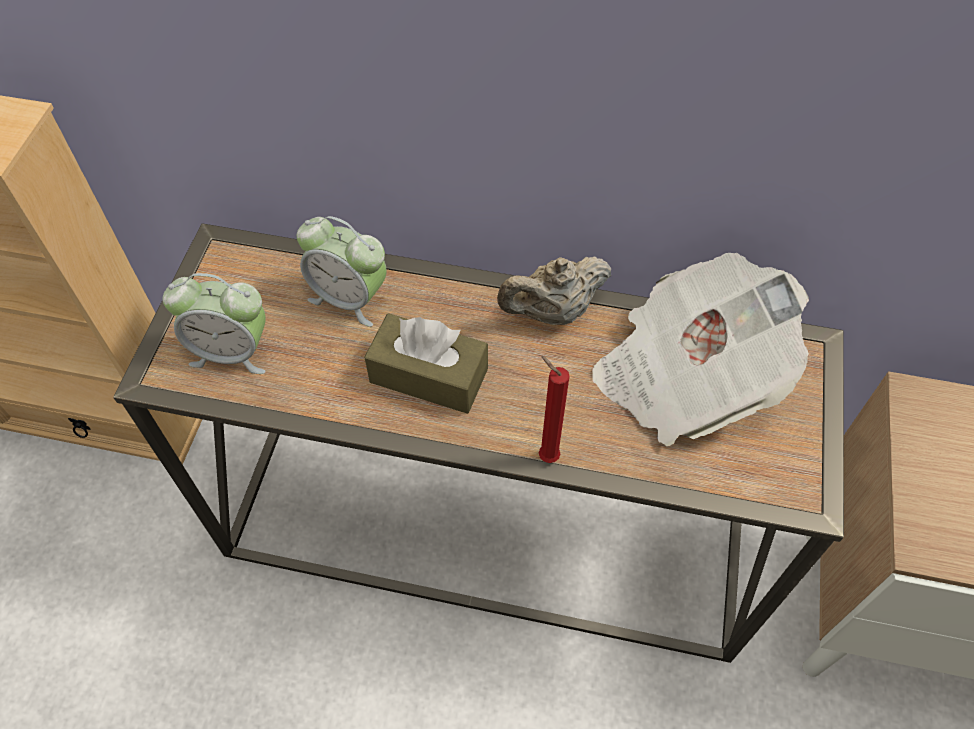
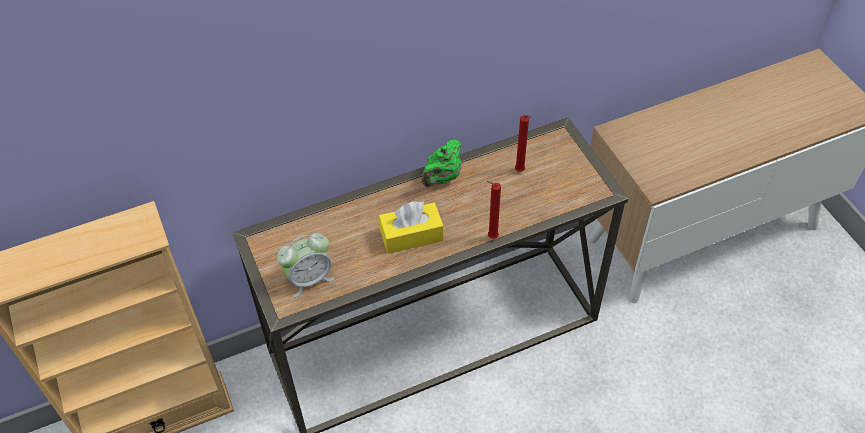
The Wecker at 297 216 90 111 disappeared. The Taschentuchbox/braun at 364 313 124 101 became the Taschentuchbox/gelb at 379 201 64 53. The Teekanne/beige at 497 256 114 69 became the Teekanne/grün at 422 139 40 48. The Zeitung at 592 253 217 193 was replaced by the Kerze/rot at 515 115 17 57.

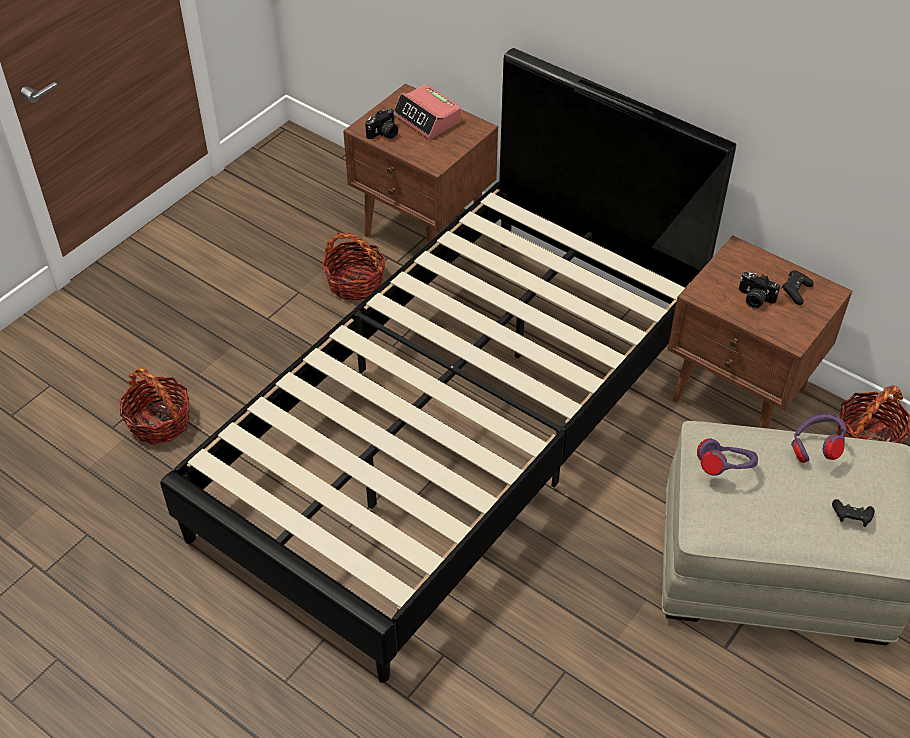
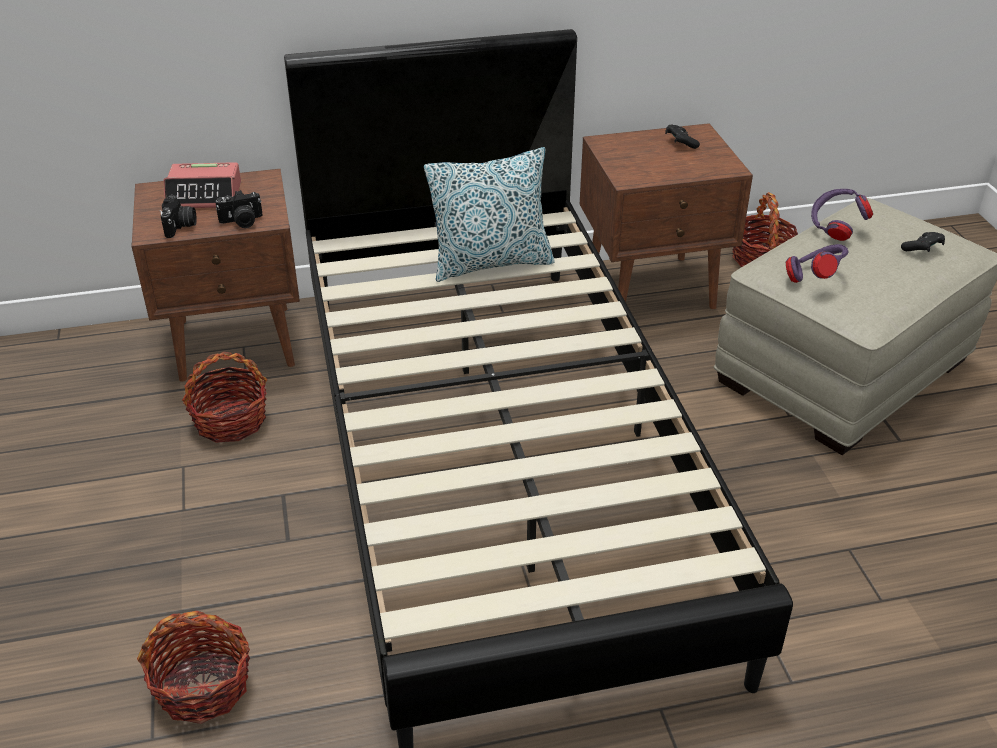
The Kamera moved from 739 272 41 37 to 215 190 48 38. The Kissen at 424 147 131 135 appeared.

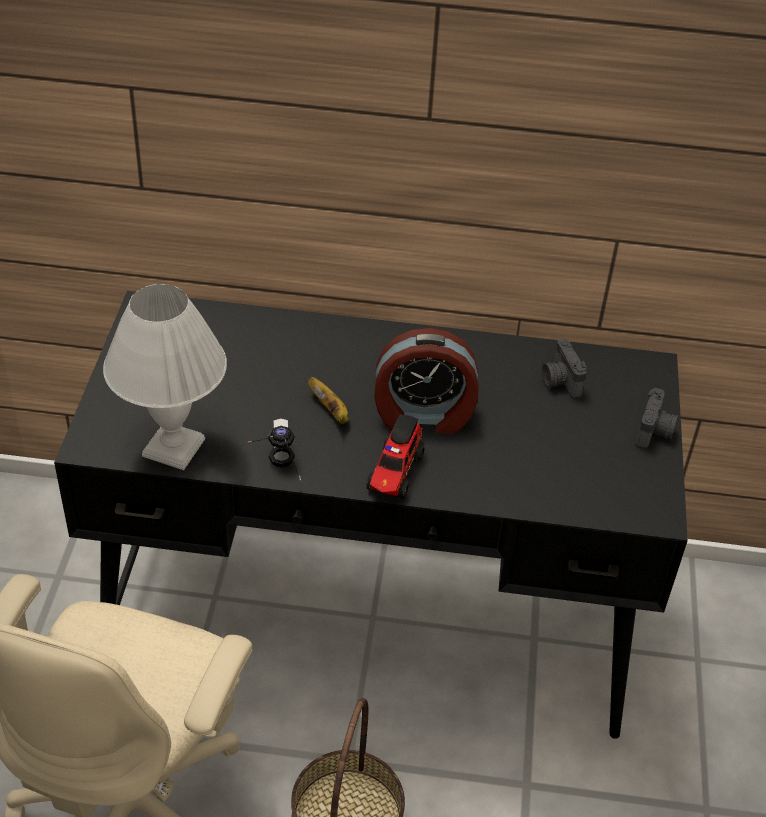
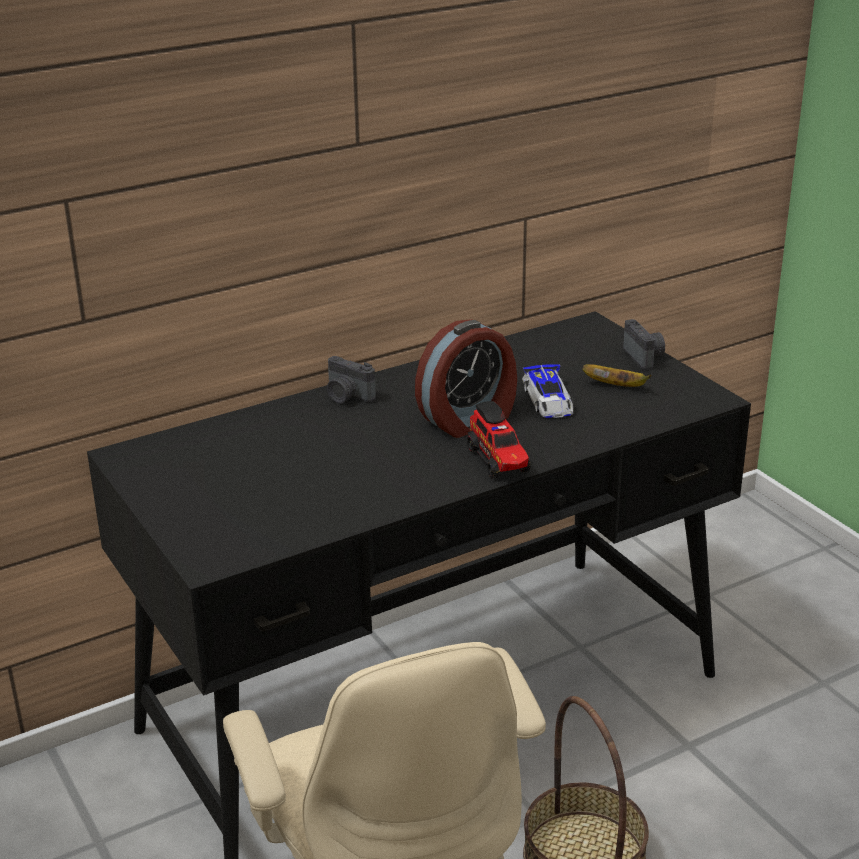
The Tischlampe/weiß at 103 284 124 186 disappeared. The Kopfhörer at 248 418 53 64 disappeared. The Banane moved from 308 377 41 47 to 582 364 70 23. The Kamera moved from 542 339 45 59 to 327 356 49 48. The Spielzeugauto at 522 364 52 54 appeared.

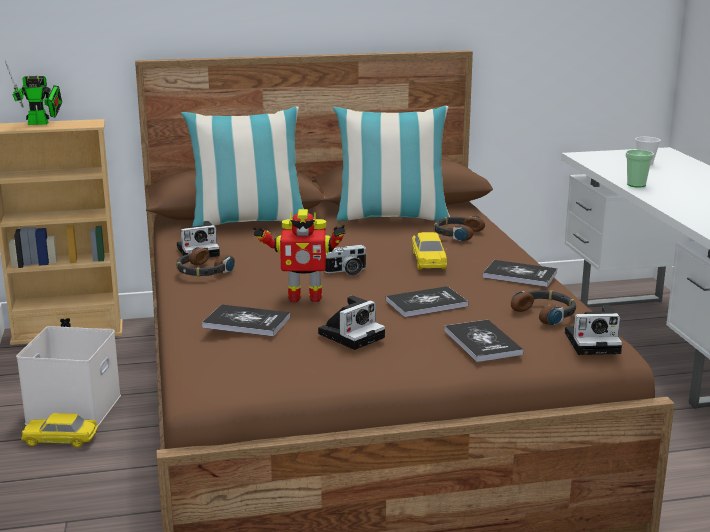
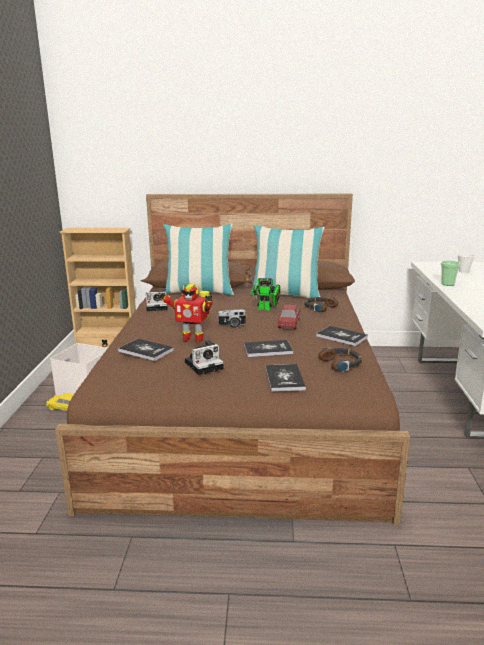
The Spielzeugroboter moved from 5 61 57 64 to 249 269 31 41. The Kopfhörer at 176 247 59 30 disappeared. The Spielzeugauto/gelb at 412 232 35 38 became the Spielzeugauto/rot at 278 305 22 24. The Kamera at 565 305 57 50 disappeared.

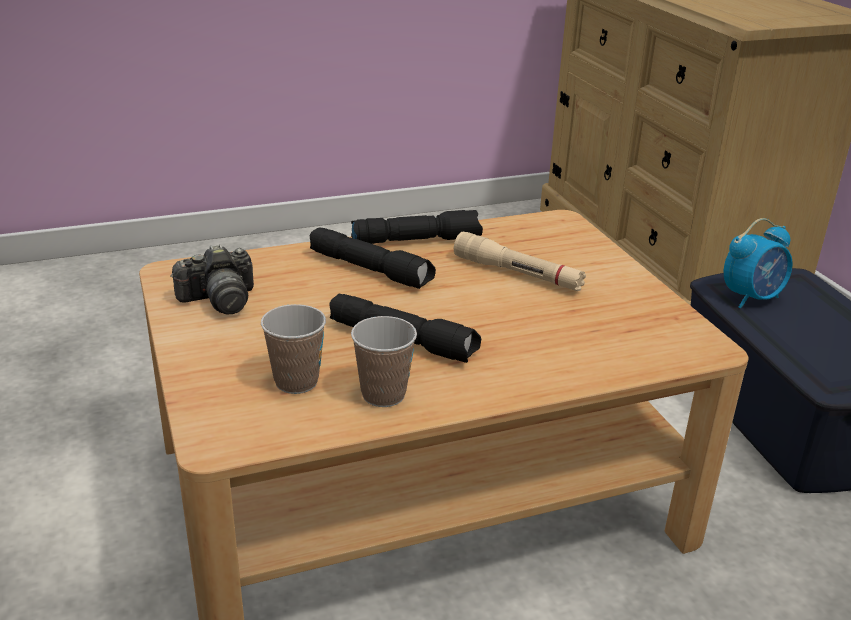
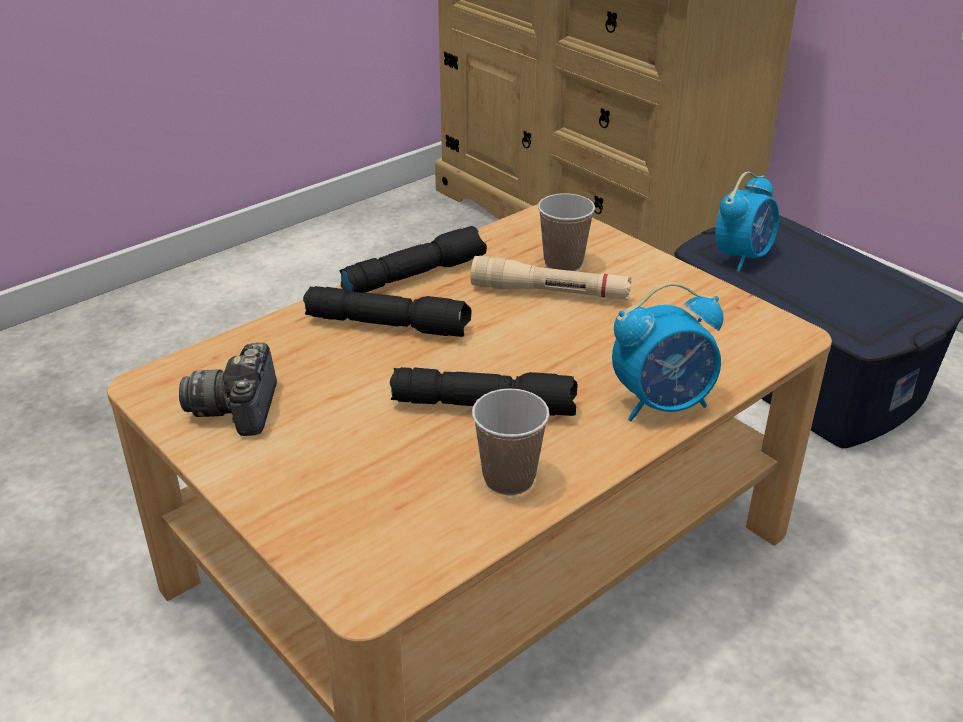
The Kamera at 170 244 84 71 turned 135 degrees clockwise. The Tasse moved from 261 304 65 90 to 538 193 57 78. The Wecker at 612 282 111 139 appeared.

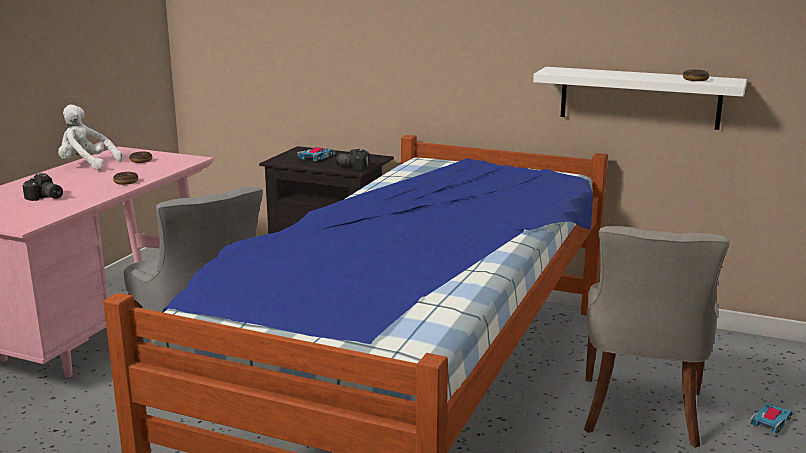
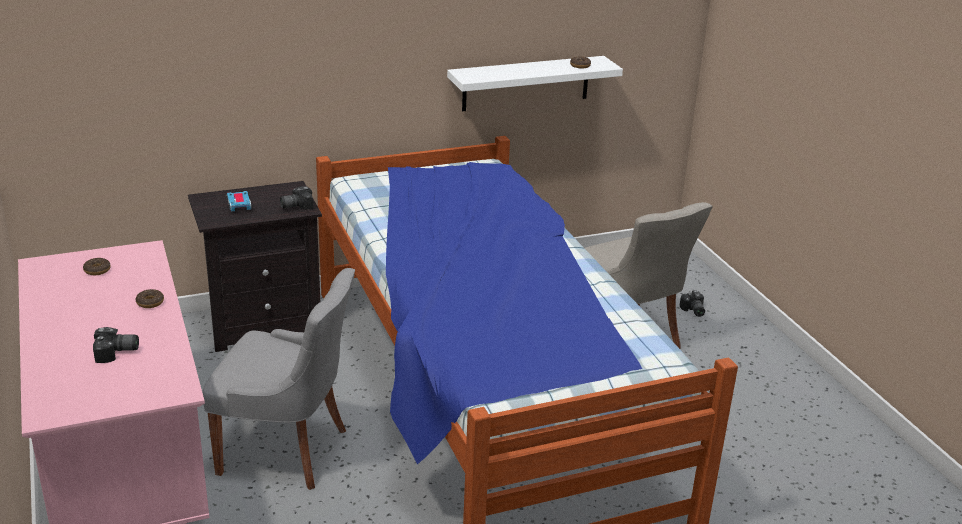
The Plüschtier/weiß at 58 105 64 65 disappeared. The Spielzeugauto at 750 403 43 30 was replaced by the Kamera at 679 290 26 27.

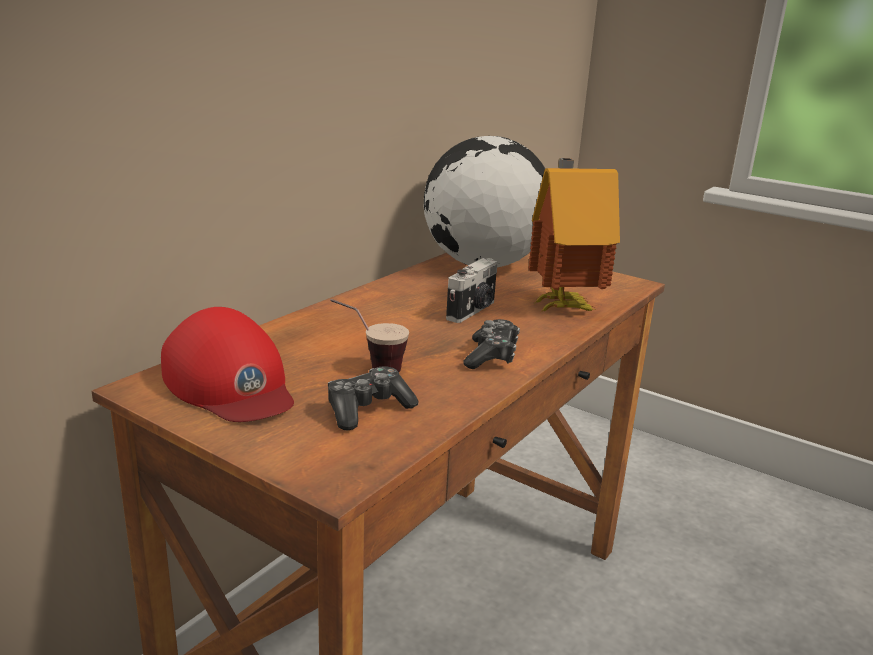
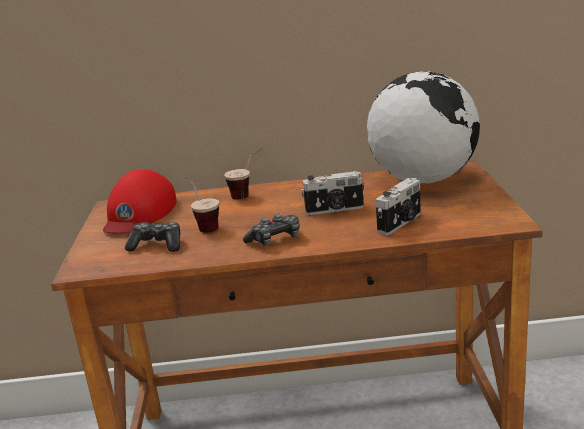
The Spielzeughaus at 528 158 92 155 was replaced by the Kamera at 376 178 45 57. The Tasse at 224 148 39 51 appeared.

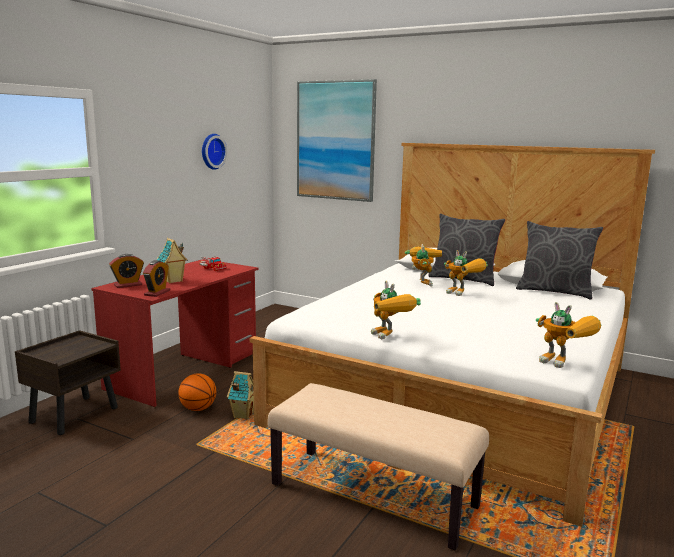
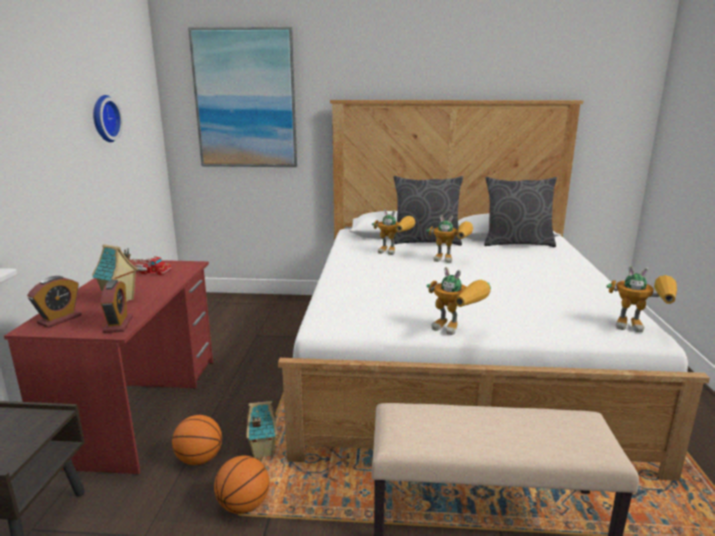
The Spielzeugroboter at 405 244 37 43 turned 135 degrees clockwise. The Basketball at 214 456 55 58 appeared.

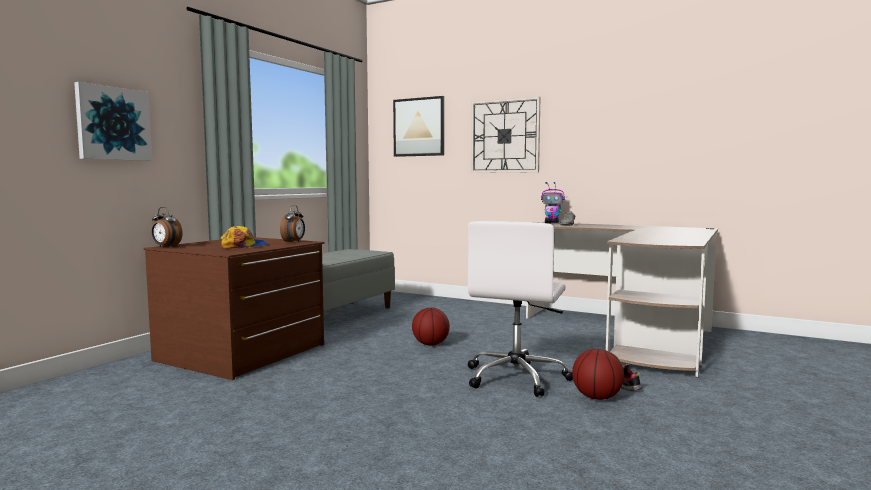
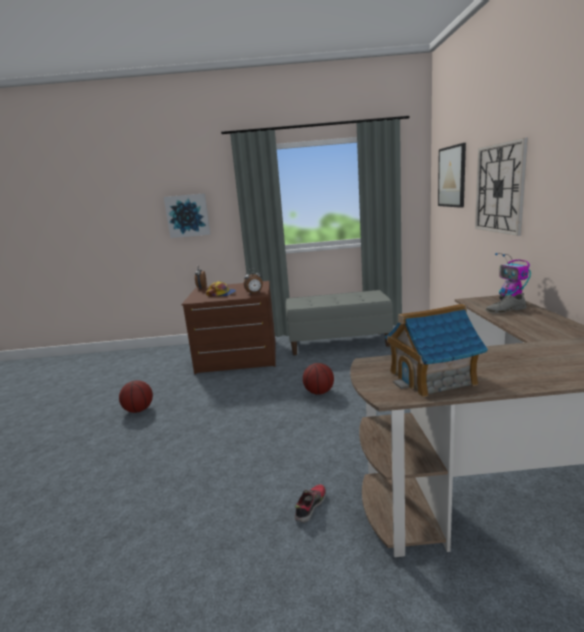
The Bürostuhl/weiß at 468 221 105 176 disappeared. The Basketball moved from 572 348 52 52 to 119 380 34 33. The Spielzeughaus at 385 304 103 94 appeared.

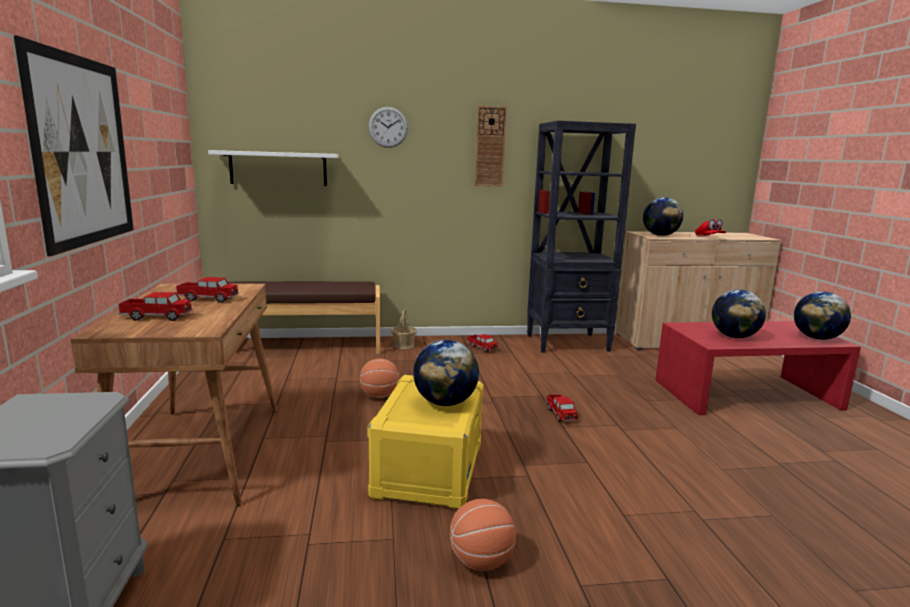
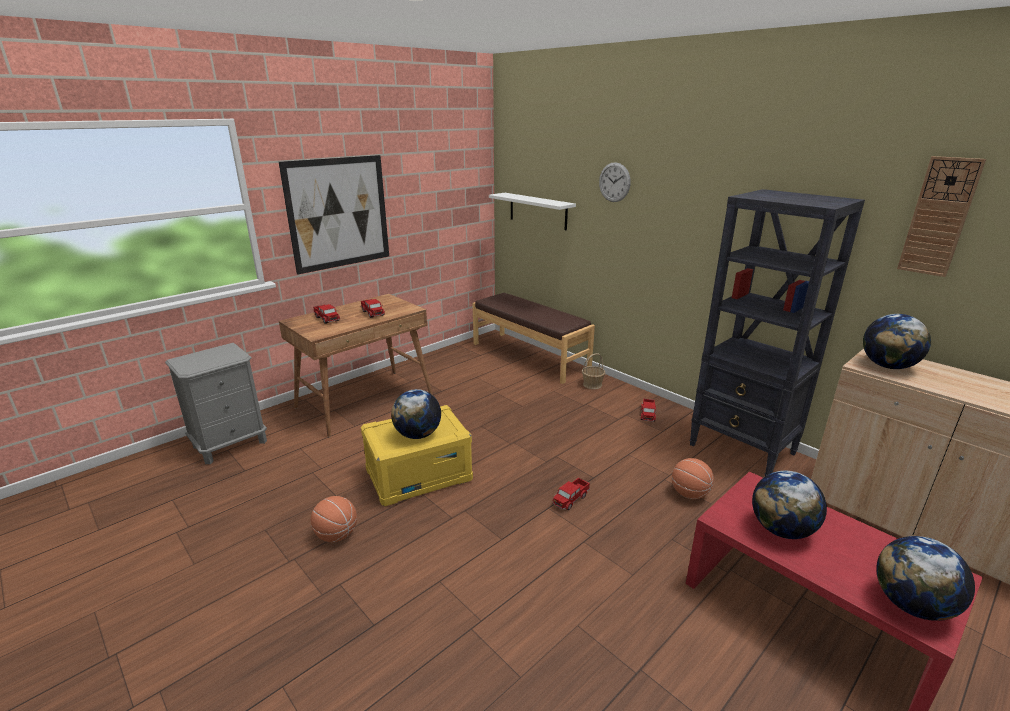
The Basketball moved from 360 359 39 39 to 672 458 42 41. The Wanduhr moved from 475 106 32 80 to 897 156 89 121. The Kappe/rot at 695 219 31 17 disappeared.

